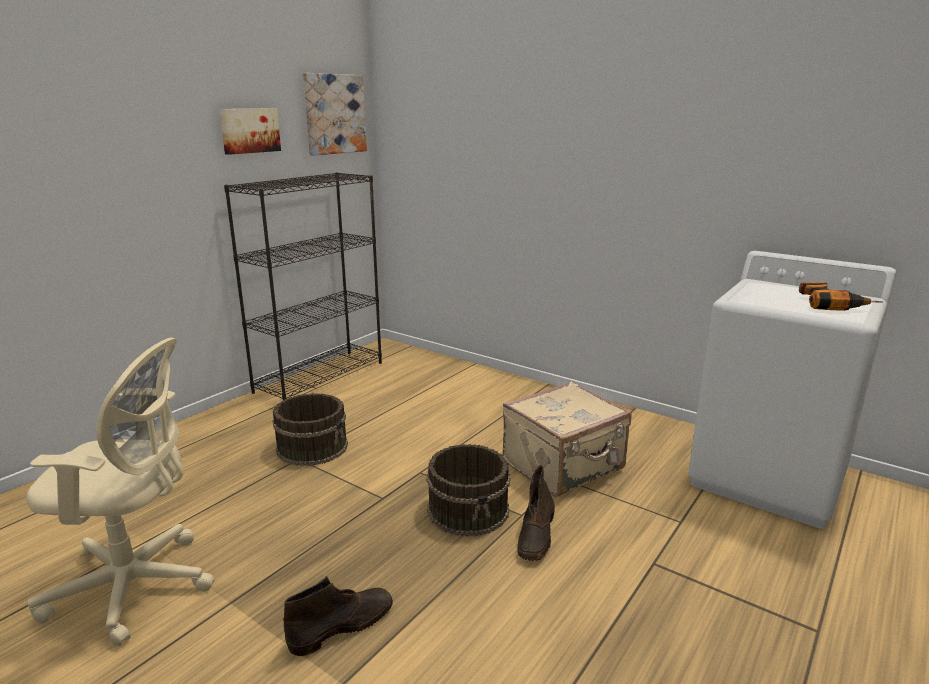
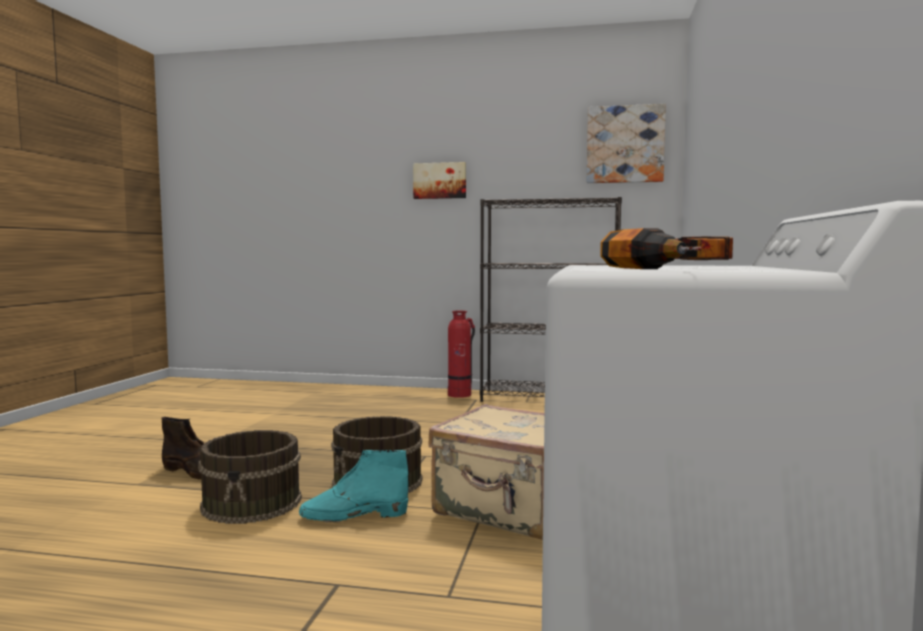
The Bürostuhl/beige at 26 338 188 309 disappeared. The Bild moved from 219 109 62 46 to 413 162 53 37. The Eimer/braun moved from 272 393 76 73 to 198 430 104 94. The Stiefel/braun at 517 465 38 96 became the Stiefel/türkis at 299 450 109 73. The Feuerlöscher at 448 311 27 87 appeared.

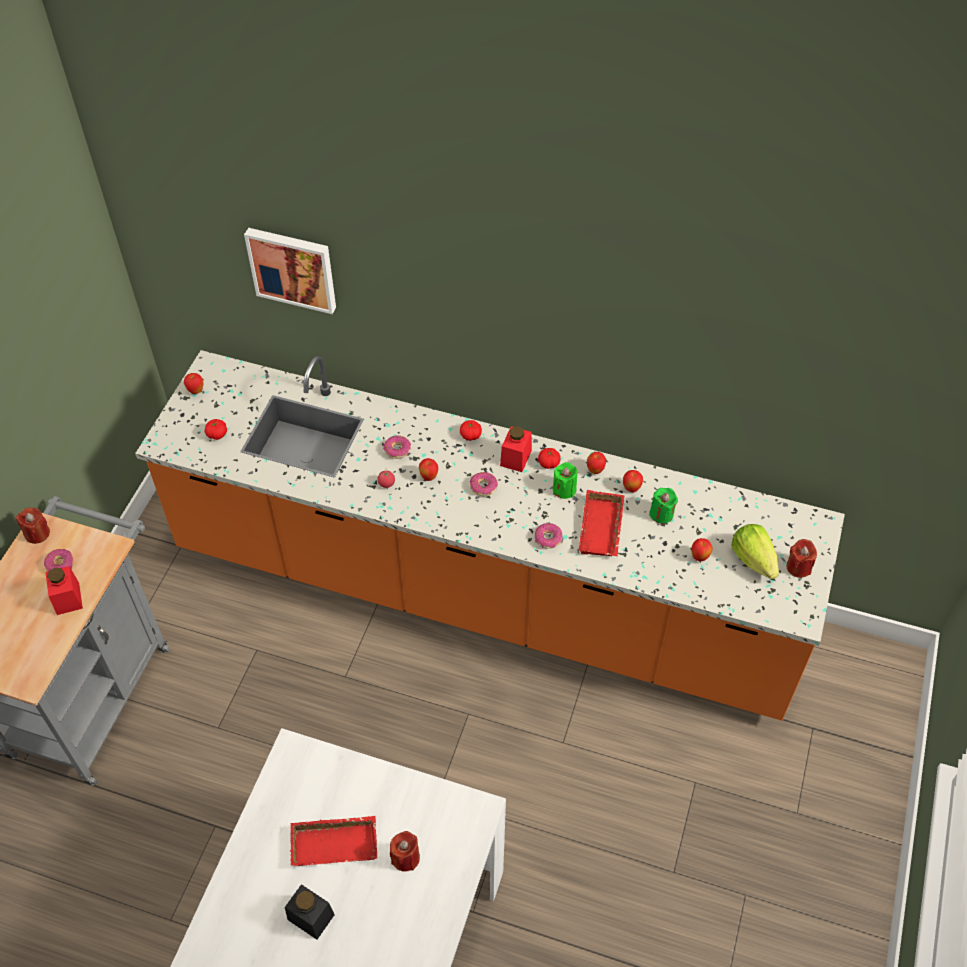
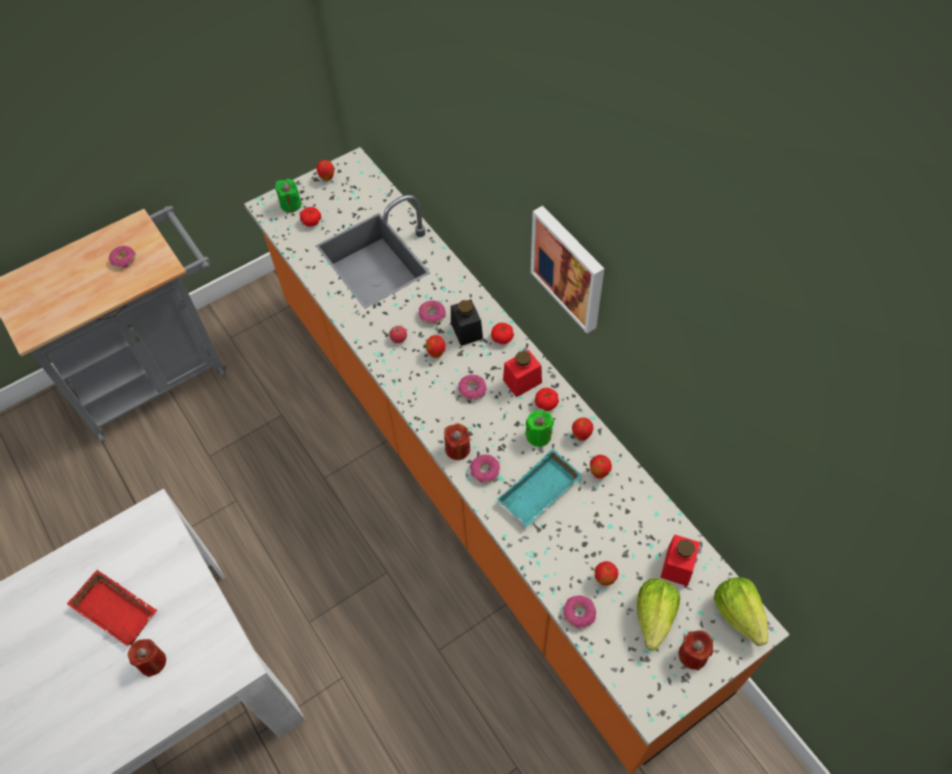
The Kerze/rot moved from 16 507 34 37 to 444 423 26 37. The Vorratsglas/rot moved from 45 566 38 49 to 660 535 40 51. The Bild moved from 244 228 92 86 to 531 206 74 127. The Vorratsglas/schwarz moved from 285 884 50 56 to 451 299 32 47. The Tablett/rot at 579 490 46 66 became the Tablett/türkis at 497 449 85 78. The Kerze/grün moved from 649 488 29 36 to 275 179 27 34. The Donut at 563 595 33 33 appeared. The Salatkopf at 713 577 55 69 appeared.

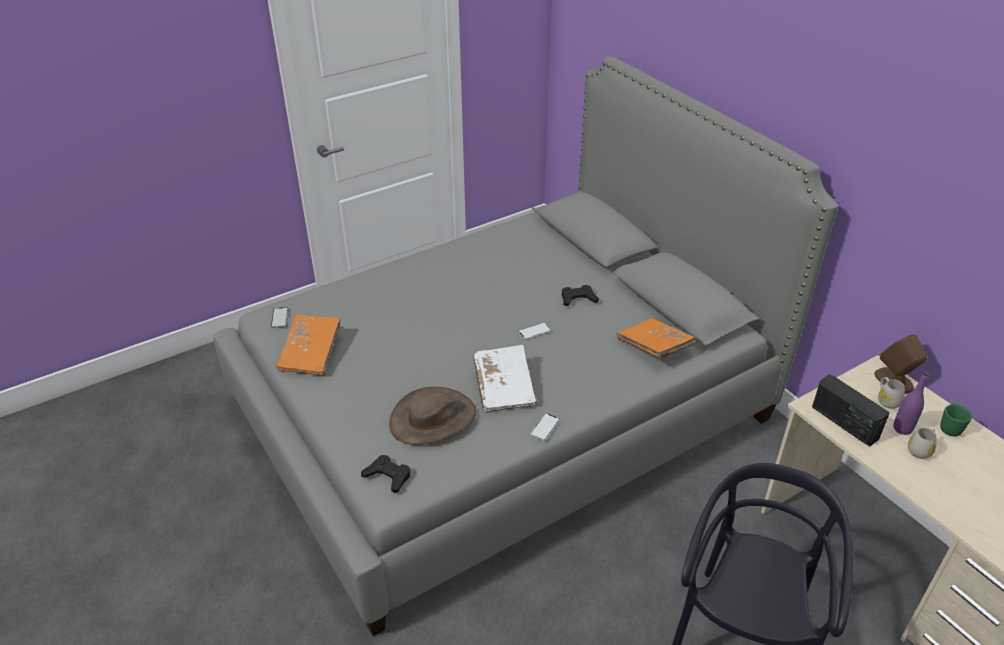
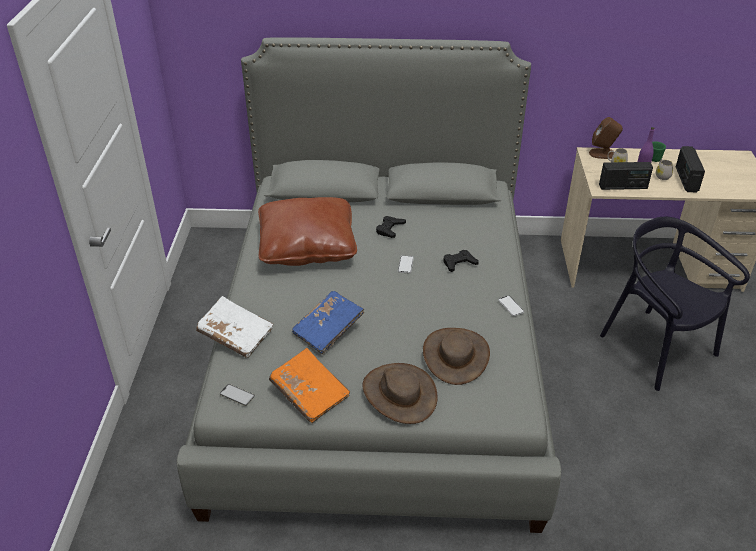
The Gamepad/schwarz moved from 361 455 49 38 to 444 250 35 22. The Buch/weiß moved from 473 345 64 68 to 196 296 77 62. The Buch/orange at 616 318 80 41 disappeared. The Kissen/braun at 258 197 99 69 appeared. The Buch/blau at 292 291 72 63 appeared. The Hut/braun at 362 363 76 61 appeared. The Radio at 676 146 29 46 appeared.

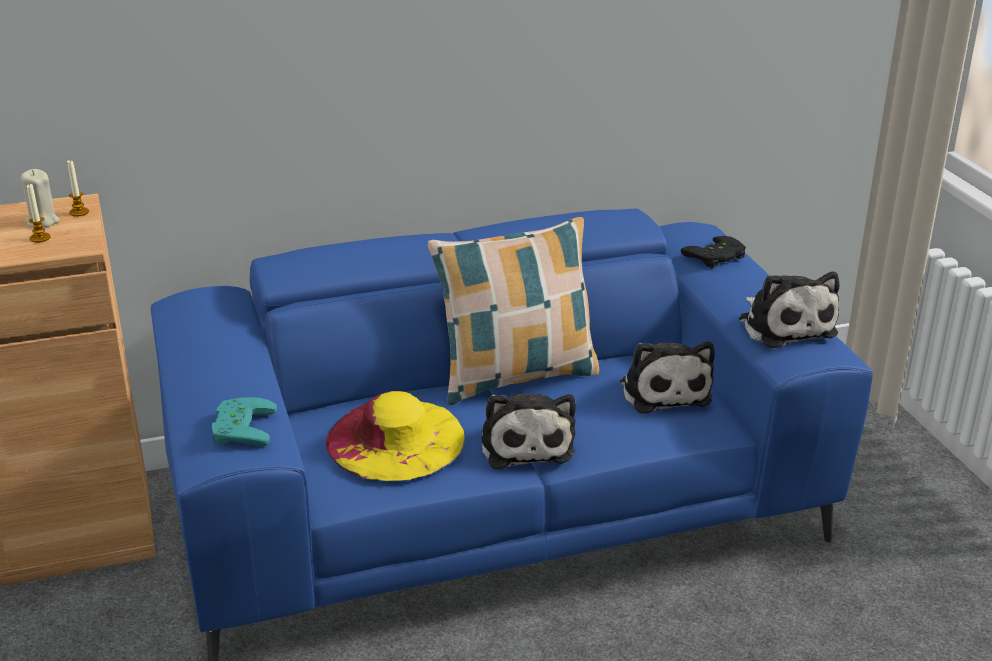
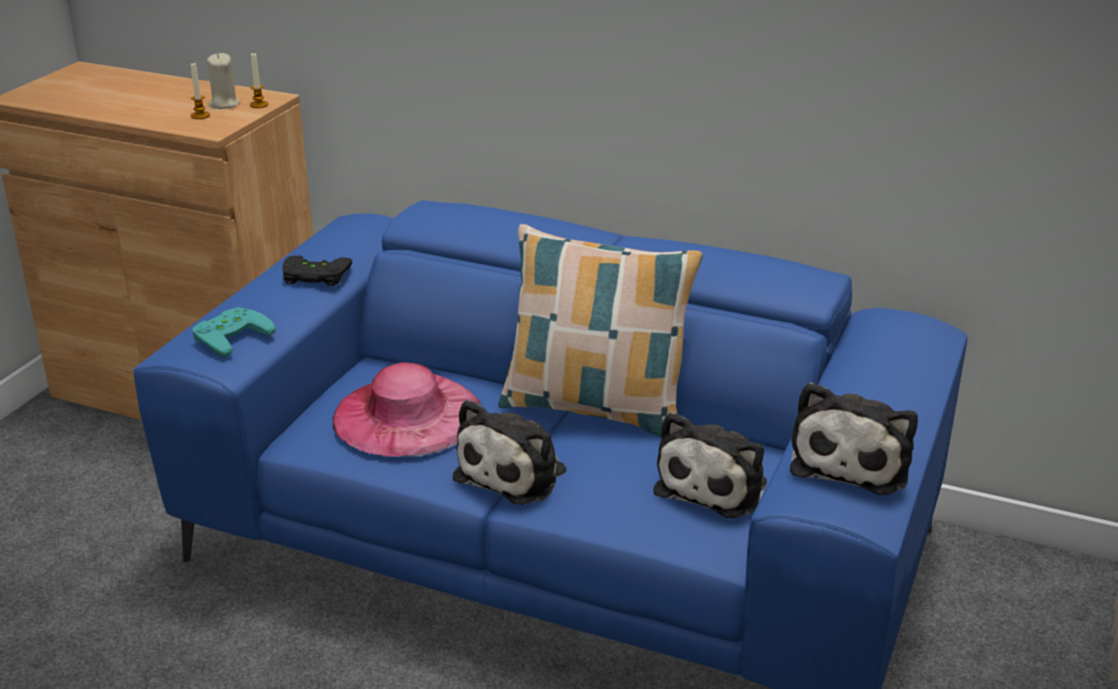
The Hut/gelb at 326 391 139 90 became the Hut/rosa at 333 362 148 95. The Gamepad/schwarz moved from 681 236 65 32 to 282 255 70 31.

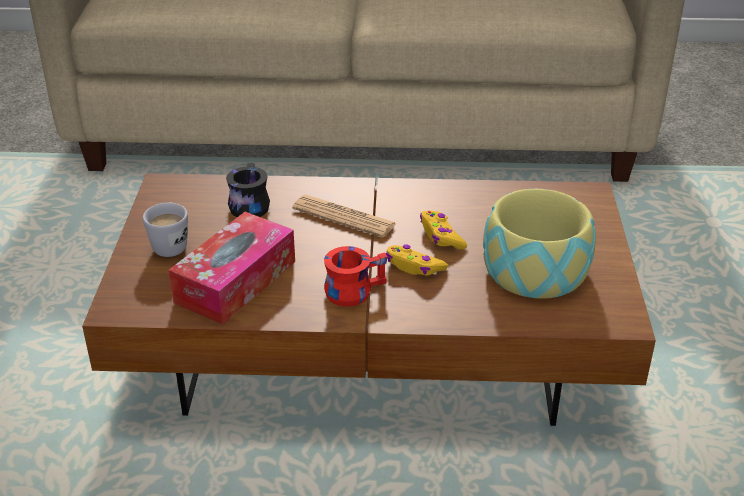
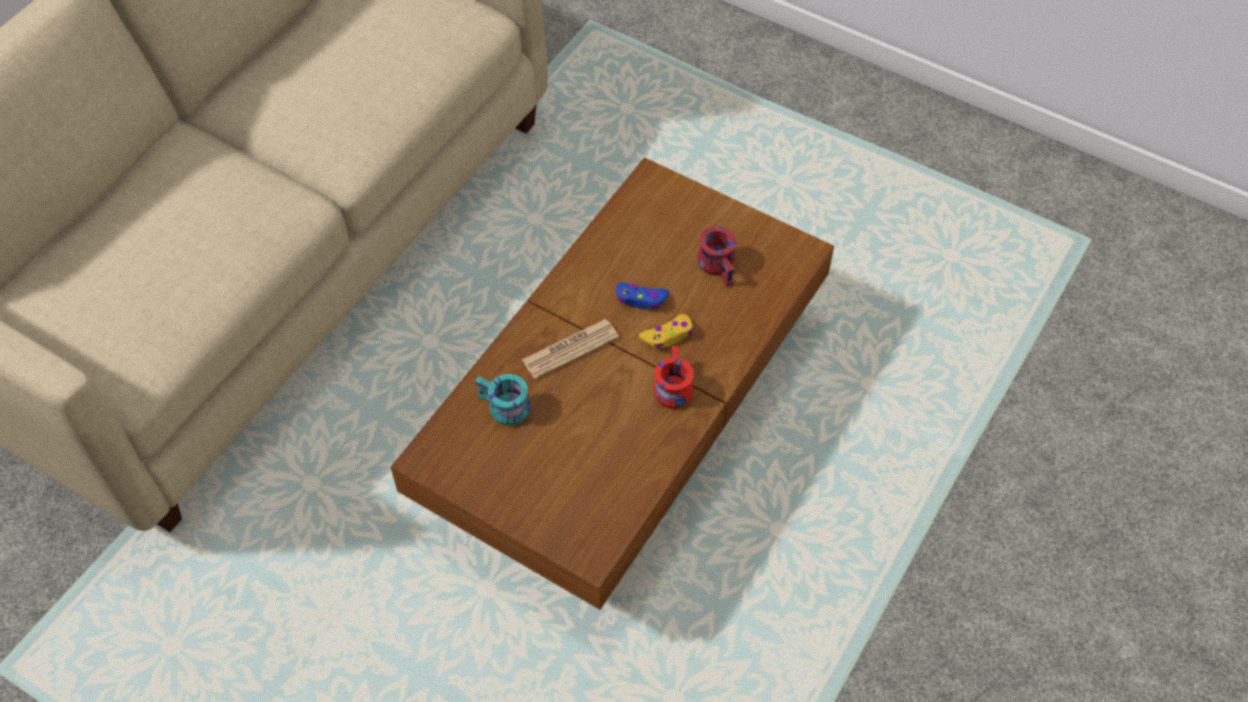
The Henkelbecher/weiß at 143 203 45 54 disappeared. The Taschentuchbox at 169 212 126 113 disappeared. The Henkelbecher/schwarz at 226 163 44 54 became the Henkelbecher/türkis at 475 374 55 52. The Gamepad/gelb at 420 211 47 39 became the Gamepad/blau at 616 283 53 26. The Schüssel at 483 189 113 110 was replaced by the Henkelbecher/rot at 697 226 39 61.

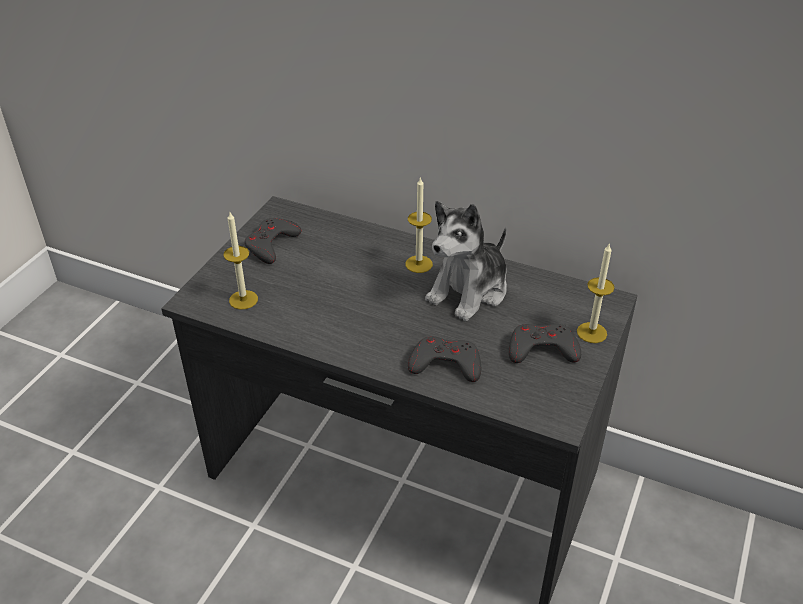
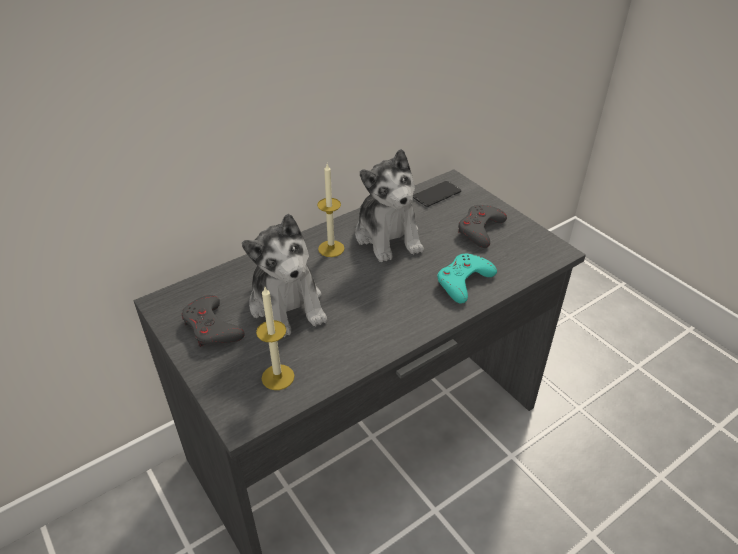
The Gamepad/grau at 408 336 73 46 became the Gamepad/türkis at 437 253 60 51. The Kerze at 577 244 38 99 disappeared. The Plüschtier at 242 214 85 123 appeared. The Handy at 413 181 48 26 appeared.

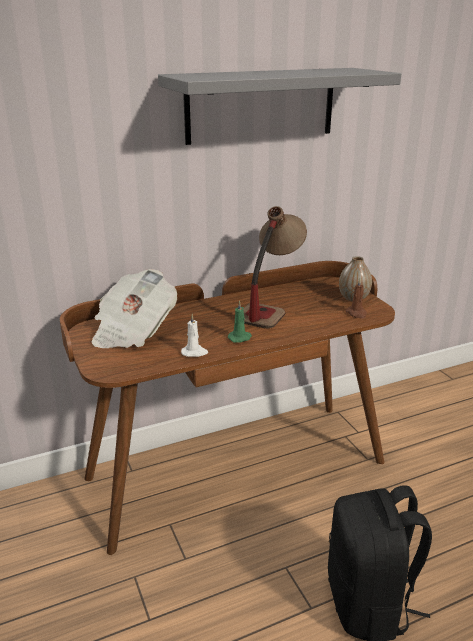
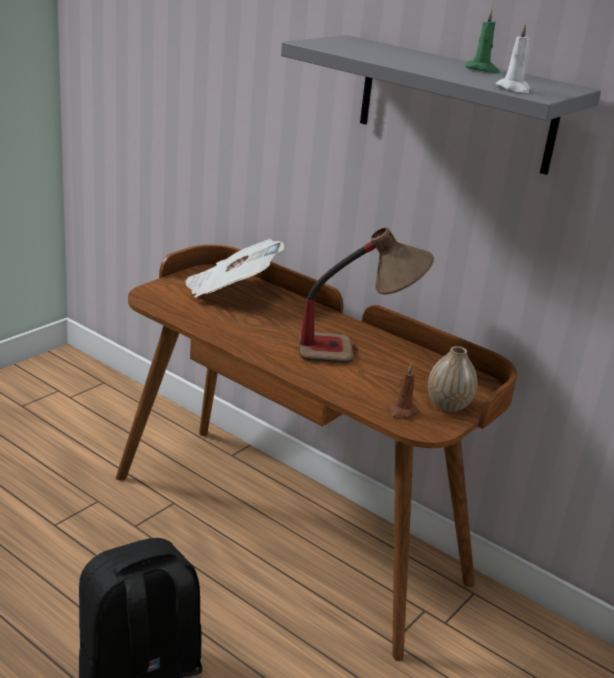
The Kerze/weiß moved from 181 314 27 43 to 496 23 34 70. The Kerze/grün moved from 228 301 24 42 to 465 9 35 64.

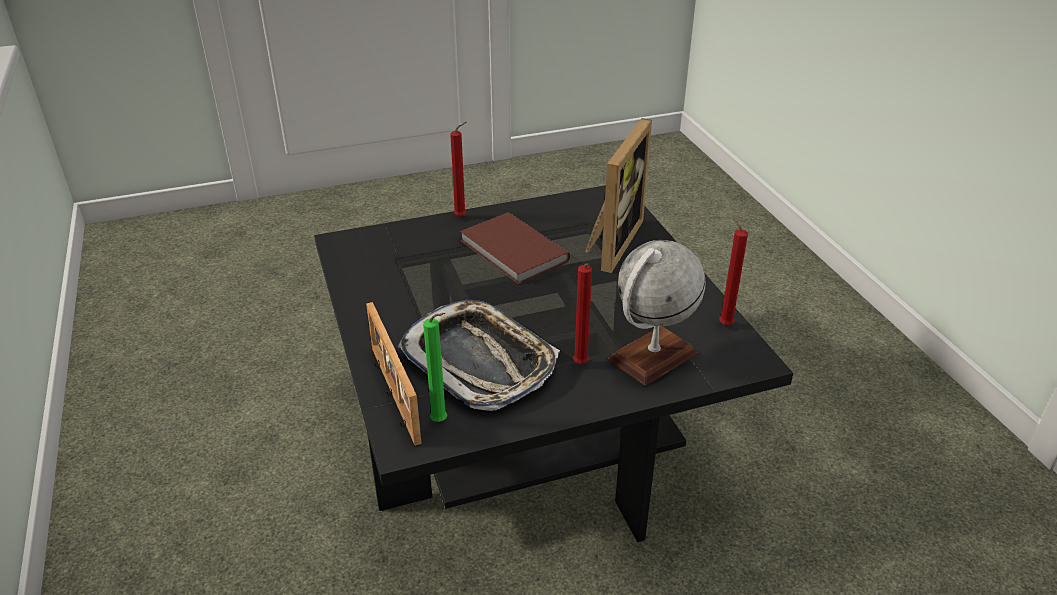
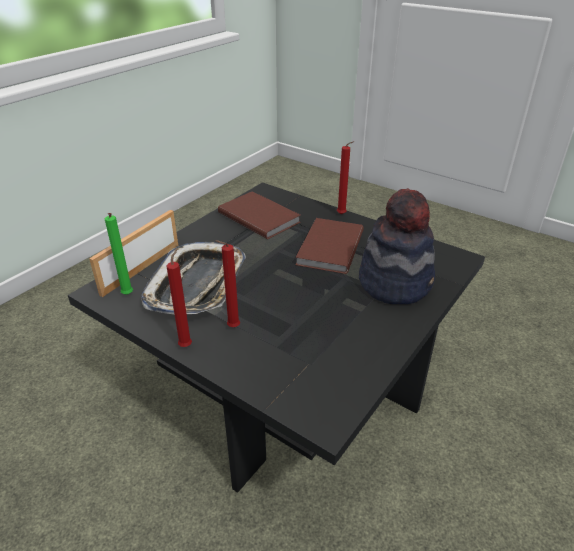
The Bilderrahmen at 585 118 67 155 was replaced by the Hut at 359 188 76 116. The Globus at 608 240 97 146 disappeared. The Kerze/rot moved from 719 216 29 109 to 166 248 26 99. The Buch/braun at 218 191 82 48 appeared.

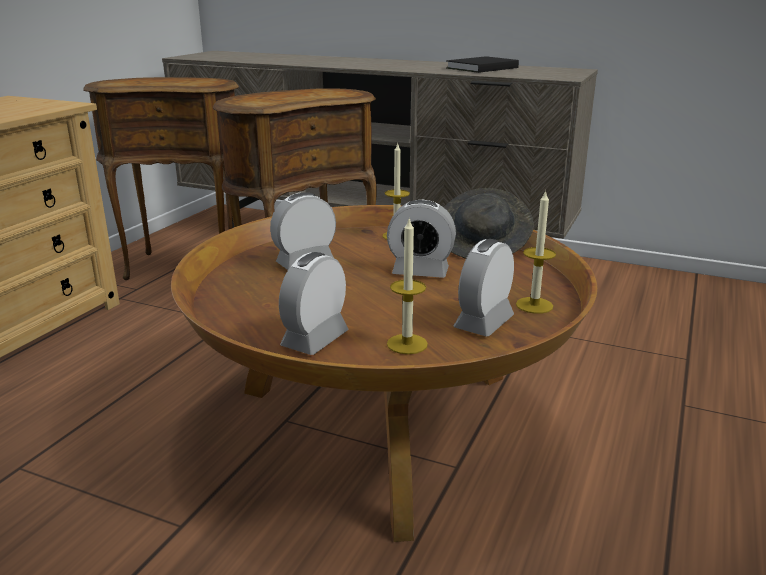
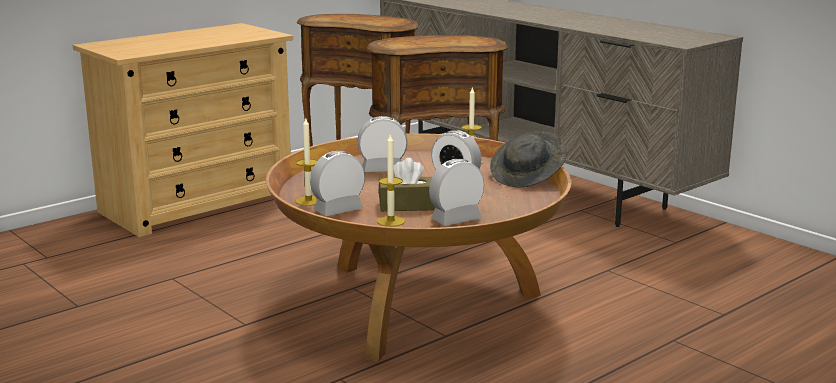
The Buch/schwarz at 446 56 73 17 disappeared. The Kerze moved from 516 190 40 124 to 295 119 23 87. The Taschentuchbox/braun at 379 158 56 53 appeared.

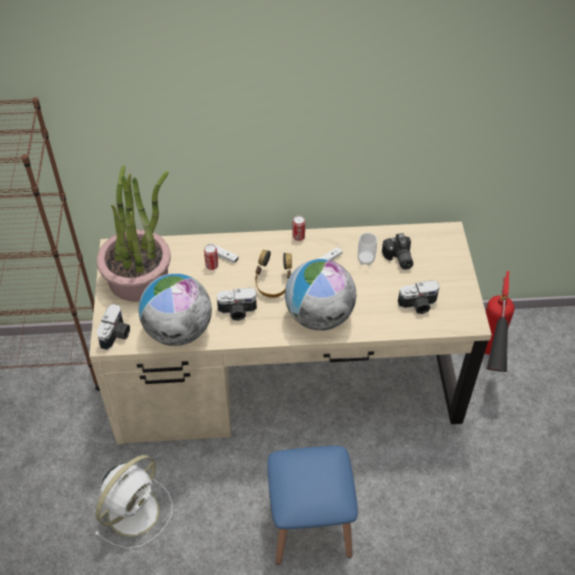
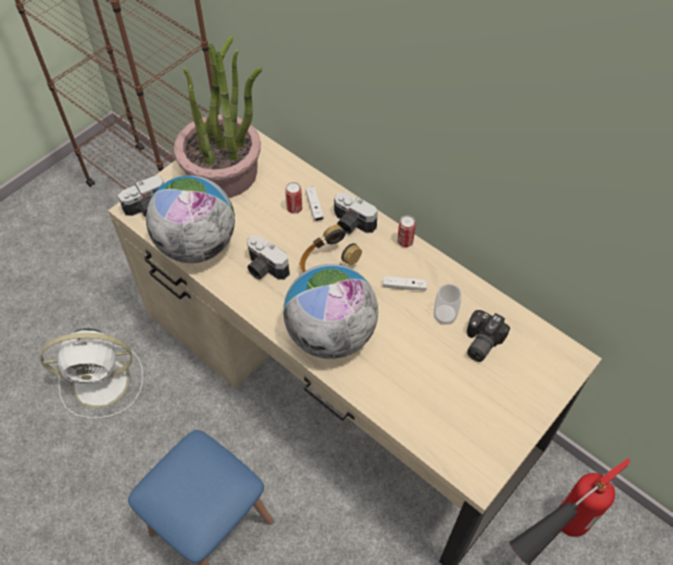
The Kamera moved from 398 280 42 34 to 334 193 44 41.

